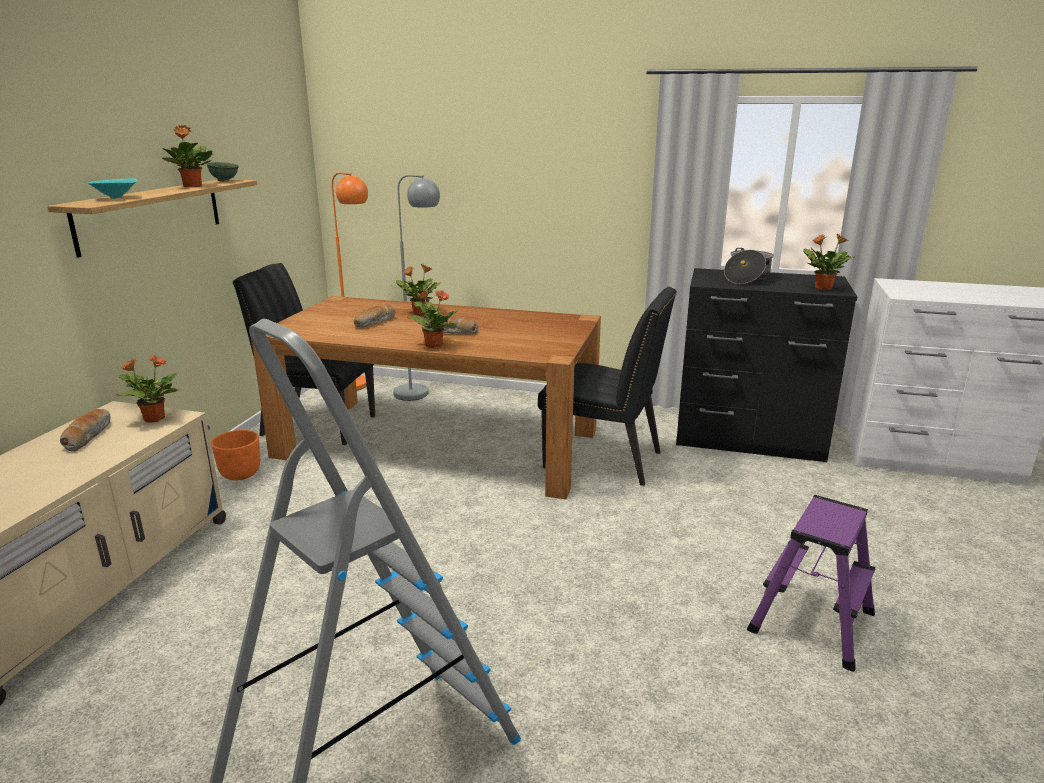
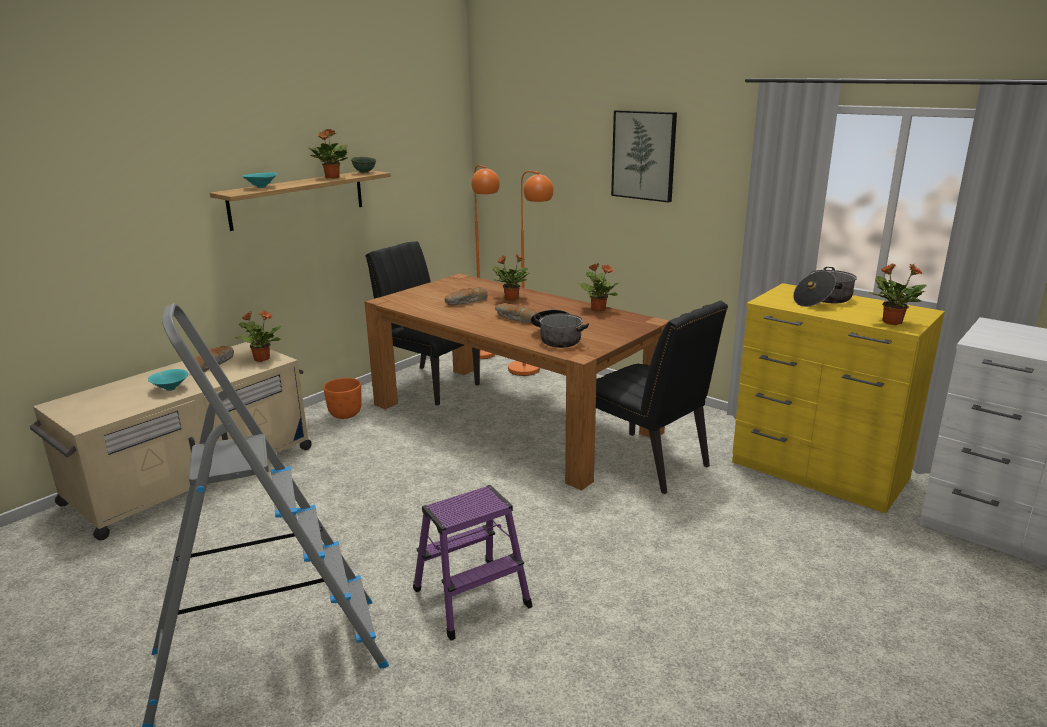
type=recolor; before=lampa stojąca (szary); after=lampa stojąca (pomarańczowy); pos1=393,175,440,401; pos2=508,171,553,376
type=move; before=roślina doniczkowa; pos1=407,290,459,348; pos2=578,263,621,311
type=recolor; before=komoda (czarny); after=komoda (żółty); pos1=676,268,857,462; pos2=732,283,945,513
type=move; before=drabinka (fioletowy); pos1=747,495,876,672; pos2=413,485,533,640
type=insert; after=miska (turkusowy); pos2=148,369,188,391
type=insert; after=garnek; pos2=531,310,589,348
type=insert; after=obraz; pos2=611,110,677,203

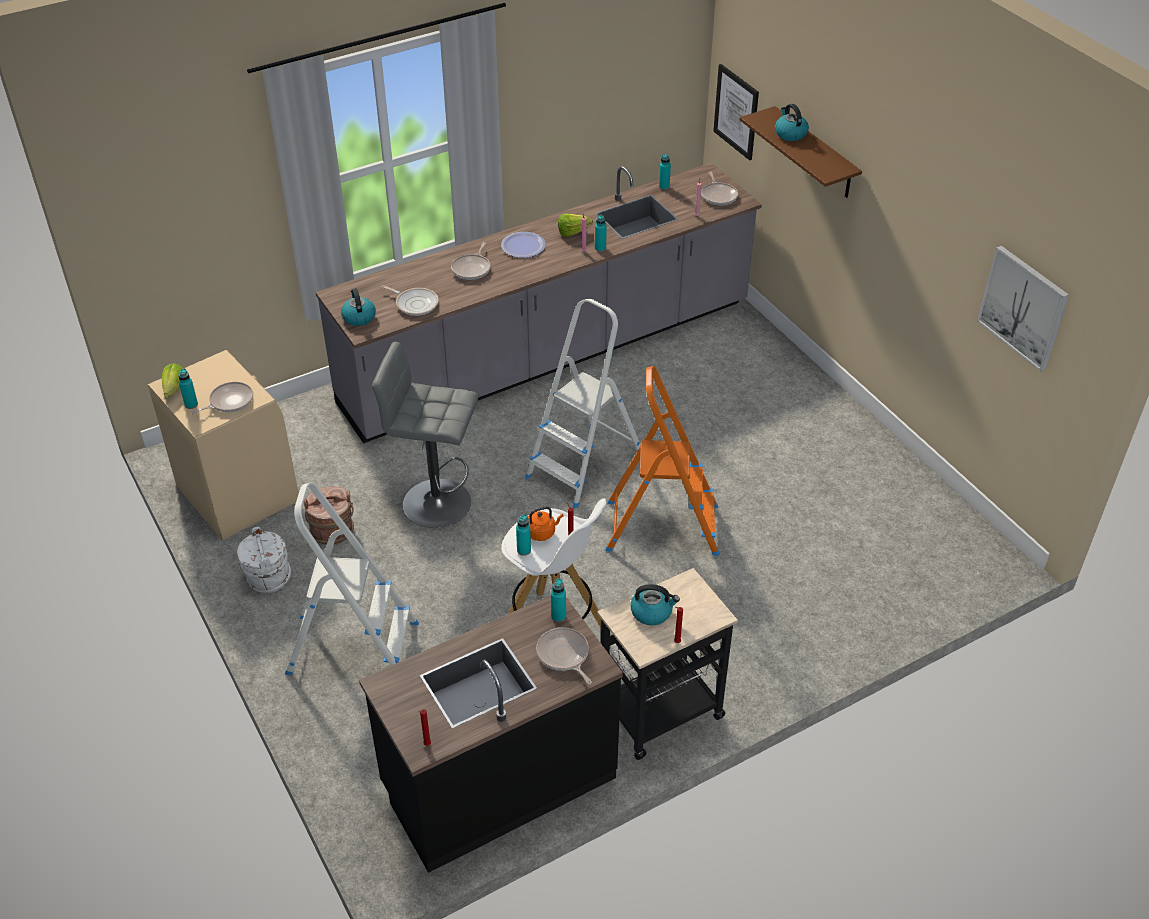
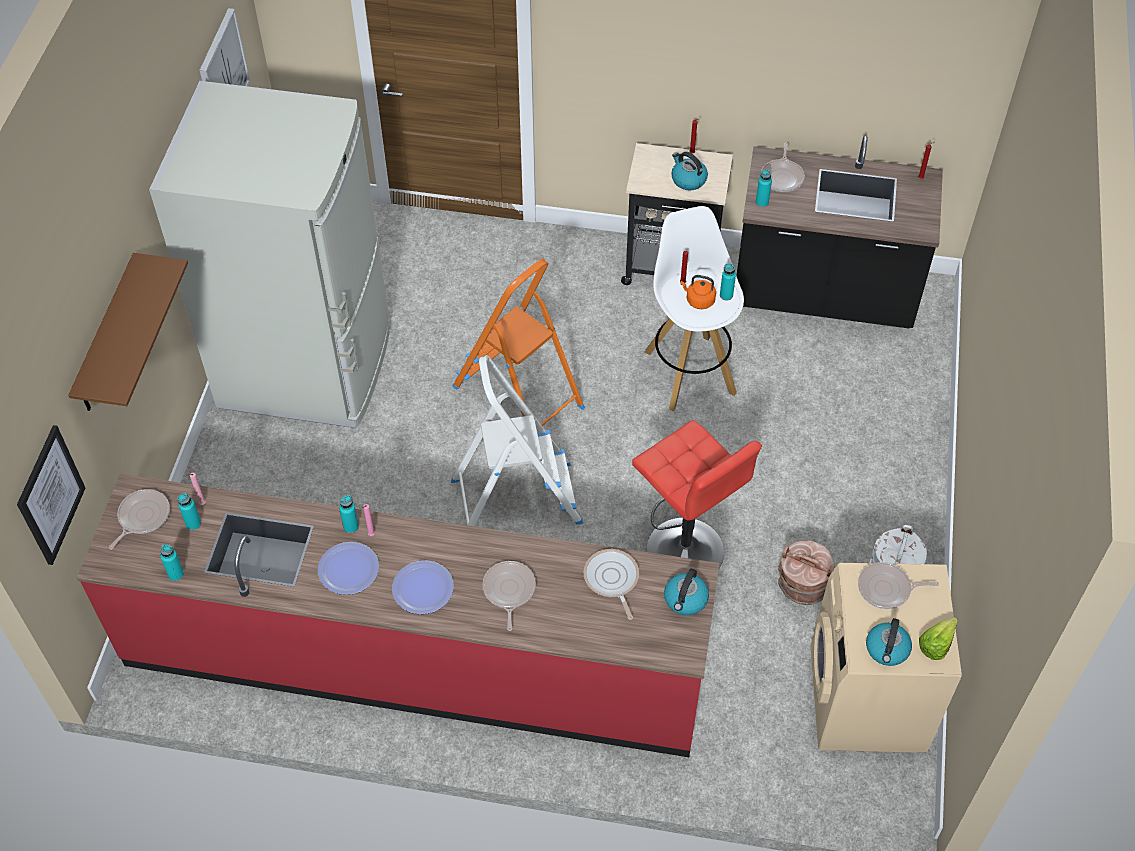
type=move; before=butelka (turkusowy); pos1=179,369,198,409; pos2=177,493,201,530
type=delete; before=drabinka (biały); pos1=285,483,419,675
type=recolor; before=zabudowa kuchenna (szary); after=zabudowa kuchenna (czerwony); pos1=315,163,762,443; pos2=77,474,719,757
type=recolor; before=stołek (szary); after=stołek (czerwony); pos1=372,342,478,528; pos2=632,420,762,568
type=rotate; before=patelnia; pos1=451,242,491,280; pos2=482,561,536,631; turn=-60
type=replace; before=sałata; after=talerz; pos1=558,214,593,237; pos2=318,542,379,595
type=move; before=czajnik; pos1=775,104,809,141; pos2=866,618,912,666
type=insert; after=lodówka (biały); pos2=149,81,390,428

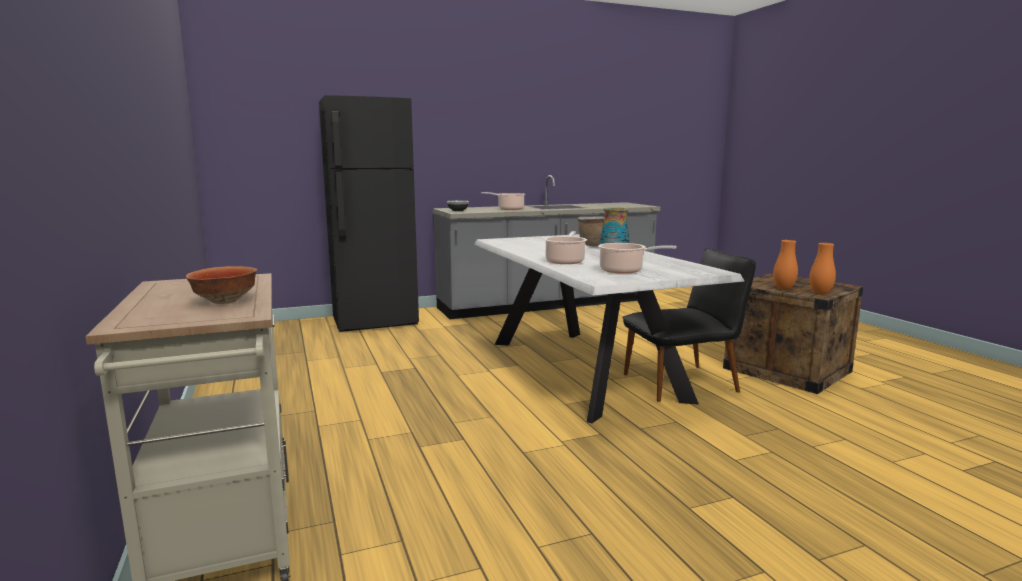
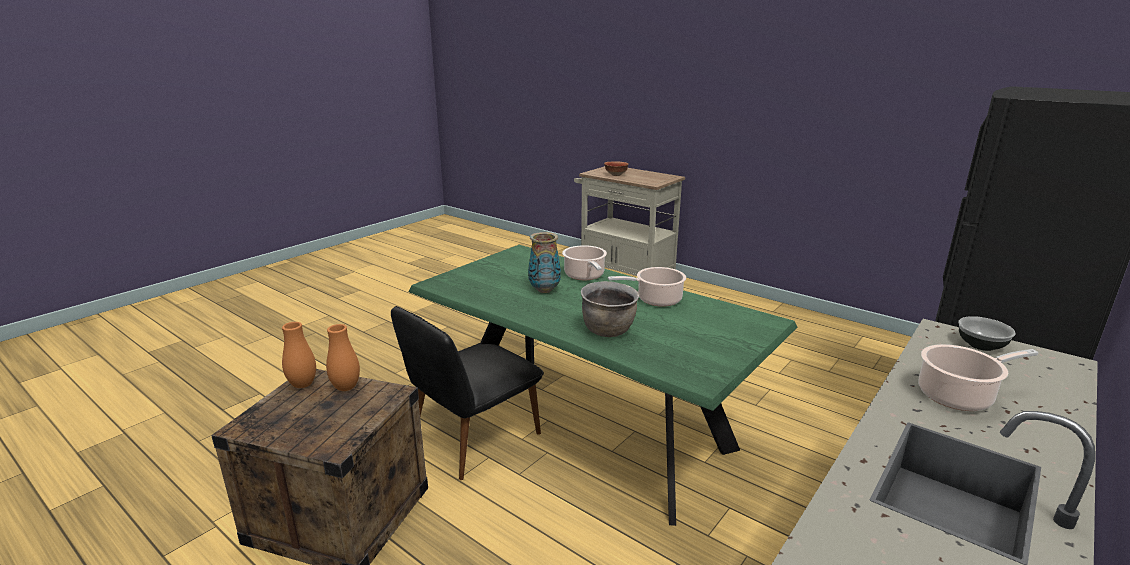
type=recolor; before=stół jadalny (biały); after=stół jadalny (zielony); pos1=474,234,744,423; pos2=409,245,797,526
type=move; before=garnek; pos1=598,243,676,274; pos2=608,267,686,307

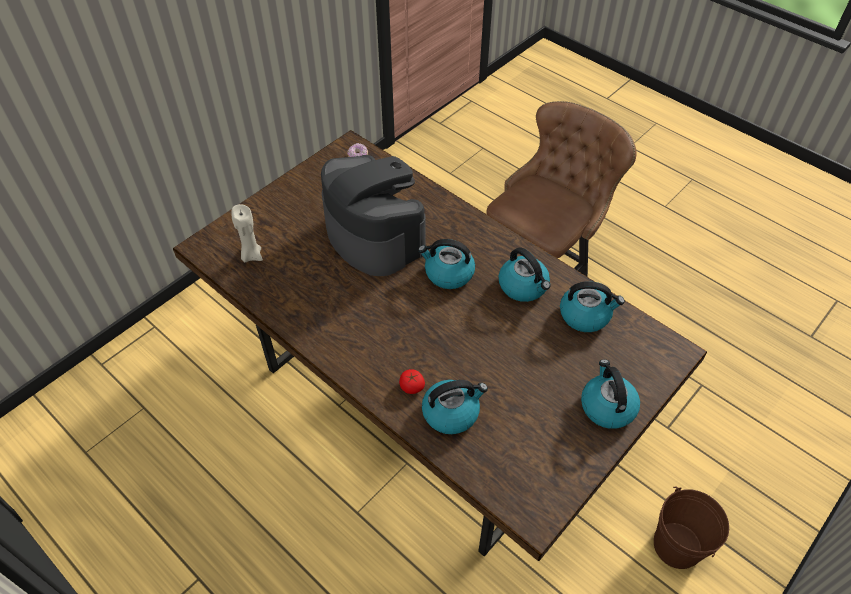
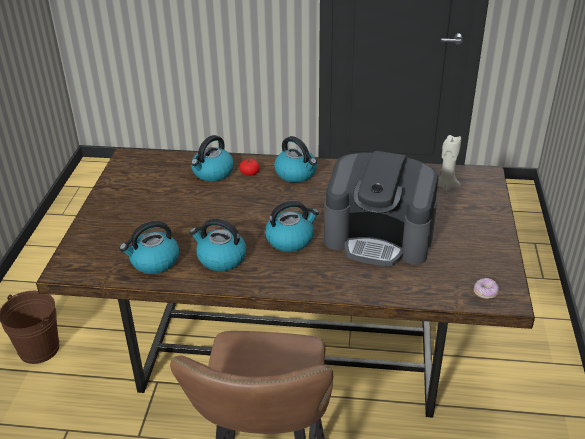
type=move; before=czajnik; pos1=581,359,640,429; pos2=274,136,317,183

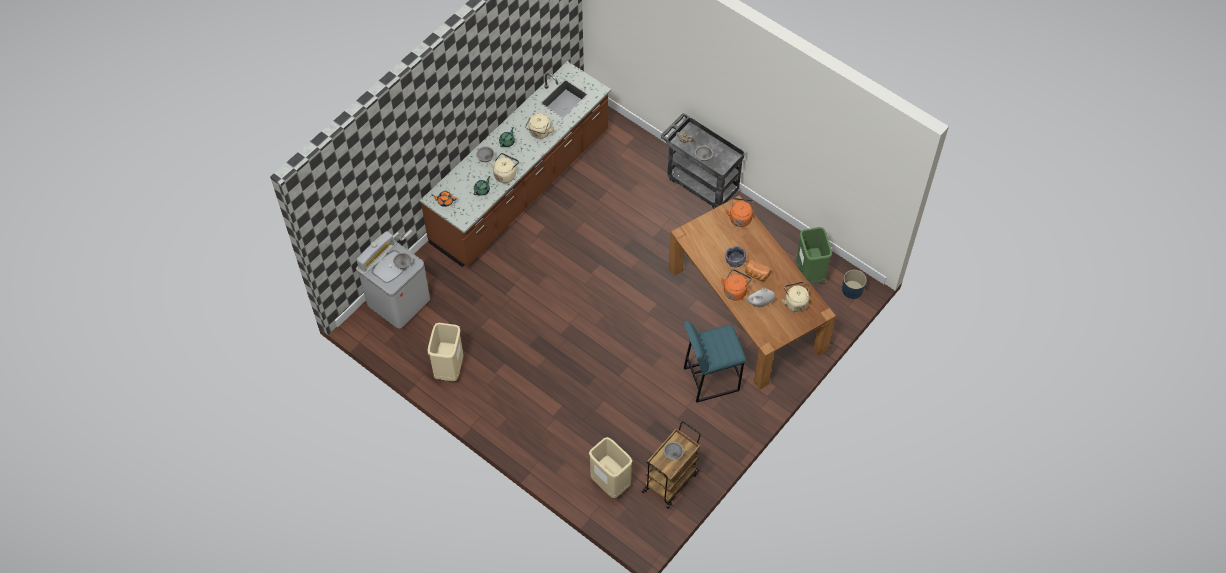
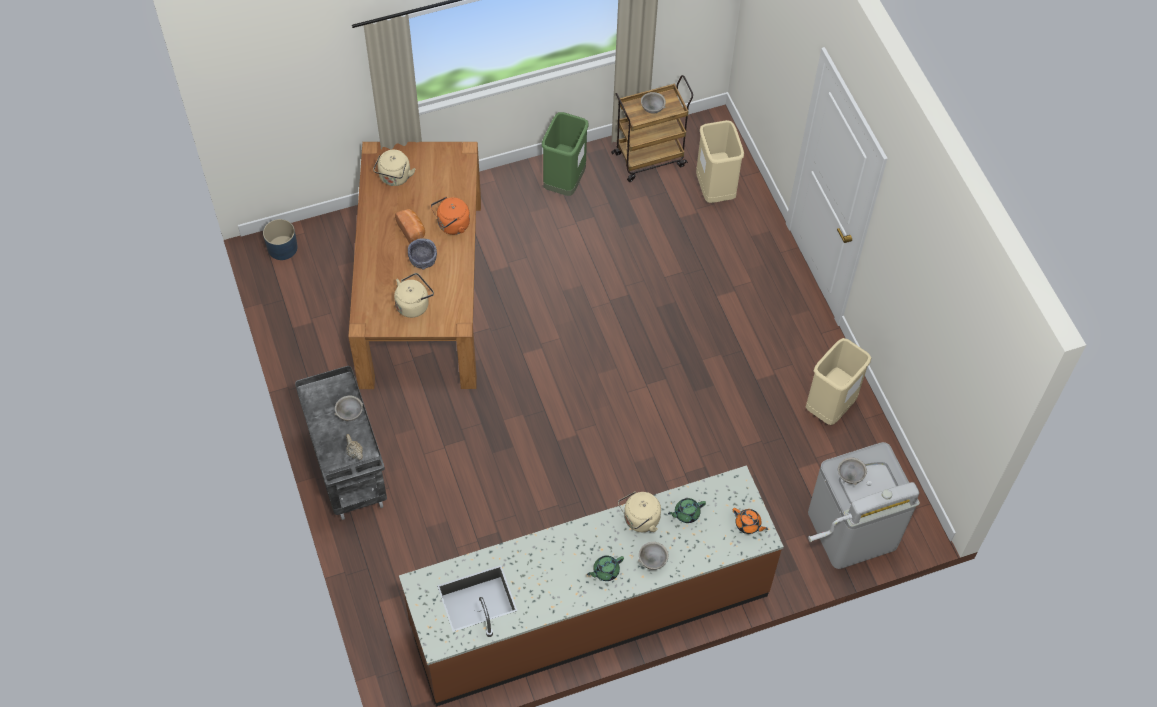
type=move; before=czajnik (beżowy); pos1=525,114,554,139; pos2=394,273,434,318
type=delete; before=stołek (turkusowy); pos1=683,321,746,403
type=delete; before=czajnik (pomarańczowy); pos1=725,198,754,227
type=delete; before=wazon (biały); pos1=747,288,775,307
type=move; before=kosz na śmieci (zielony); pos1=796,227,832,285; pos2=542,112,589,196

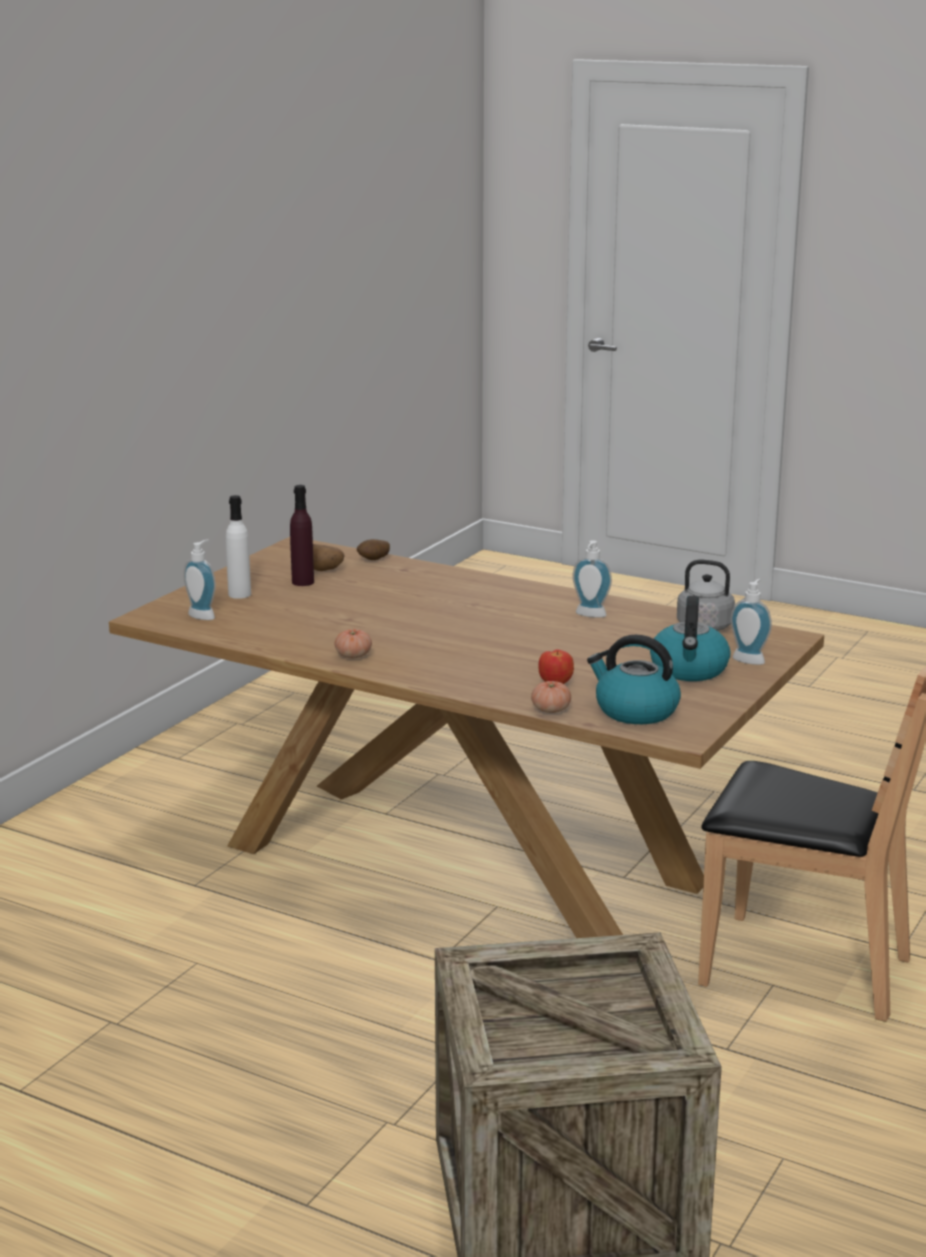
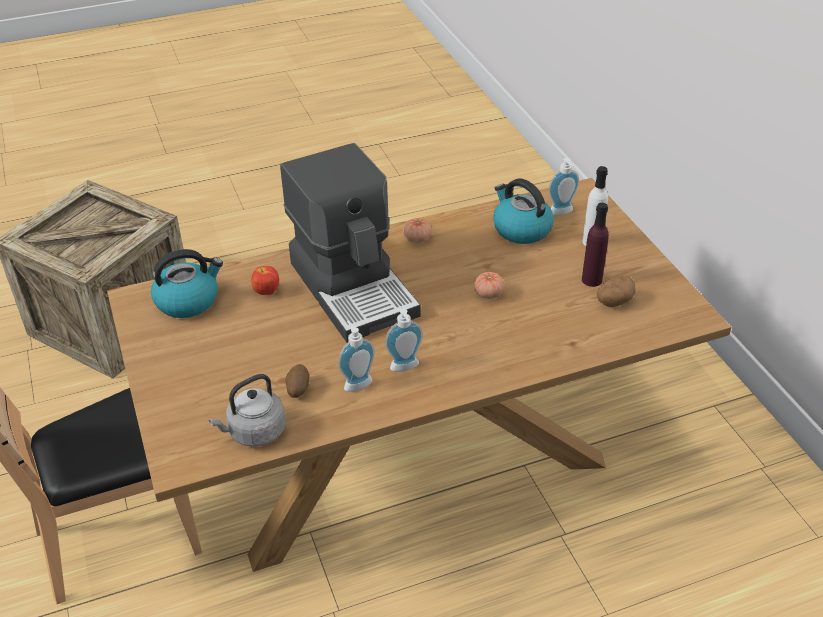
type=move; before=ziemniak; pos1=357,539,390,560; pos2=285,364,309,398
type=move; before=pomidor; pos1=531,681,571,713; pos2=474,272,505,299
type=move; before=czajnik; pos1=650,596,731,681; pos2=493,178,554,244
type=move; before=dozownik mydła; pos1=730,579,772,665; pos2=385,309,423,372
type=insert; after=ekspres do kawy; pos2=280,143,421,343

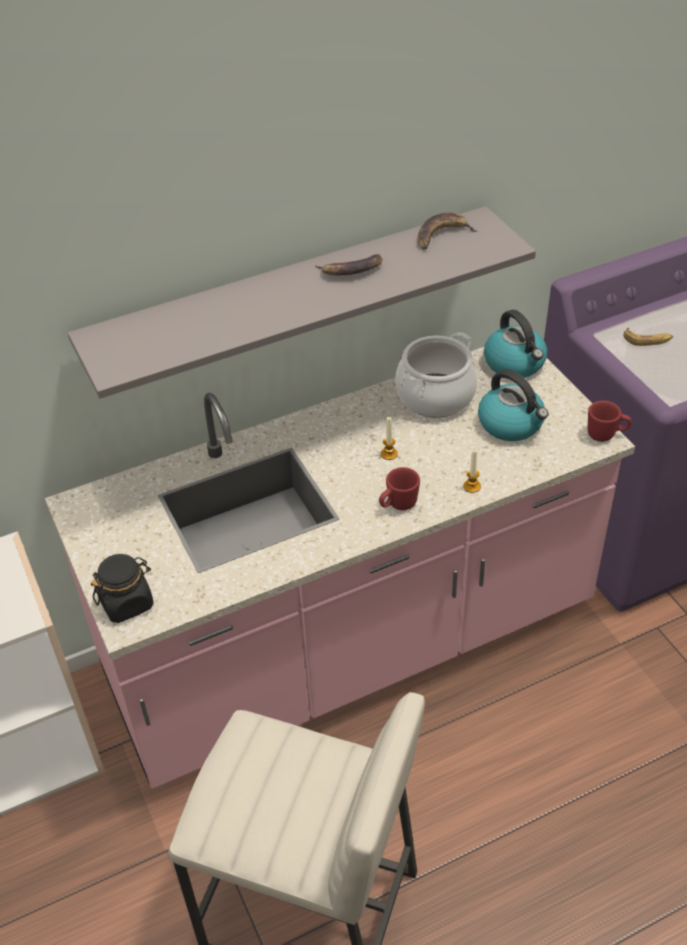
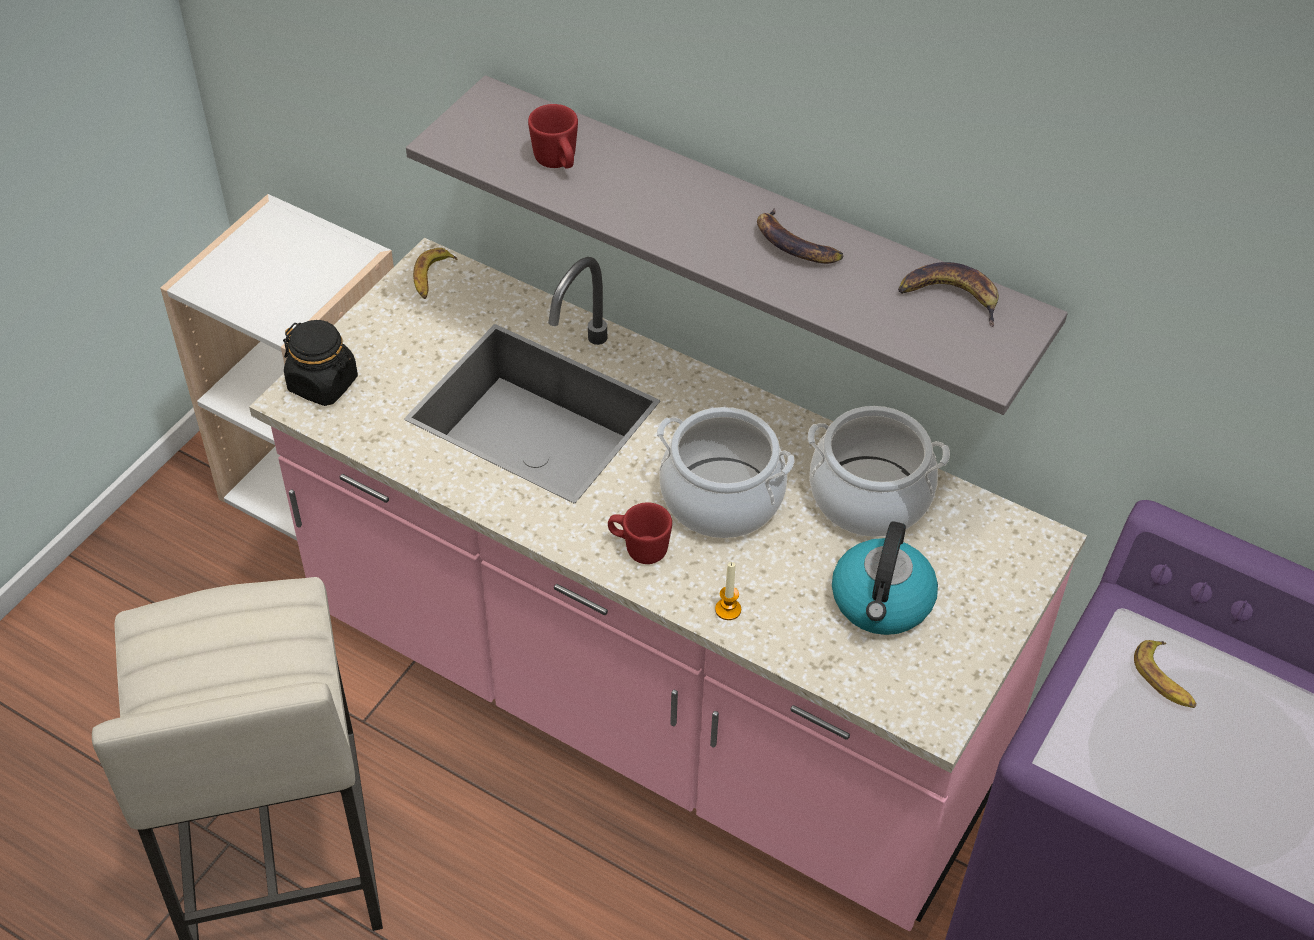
type=replace; before=świeca; after=garnek; pos1=381,417,398,460; pos2=657,407,795,538
type=delete; before=czajnik; pos1=484,310,547,378
type=move; before=kubek (czerwony); pos1=588,401,631,442; pos2=528,104,578,169
type=insert; after=banan; pos2=413,248,457,299

